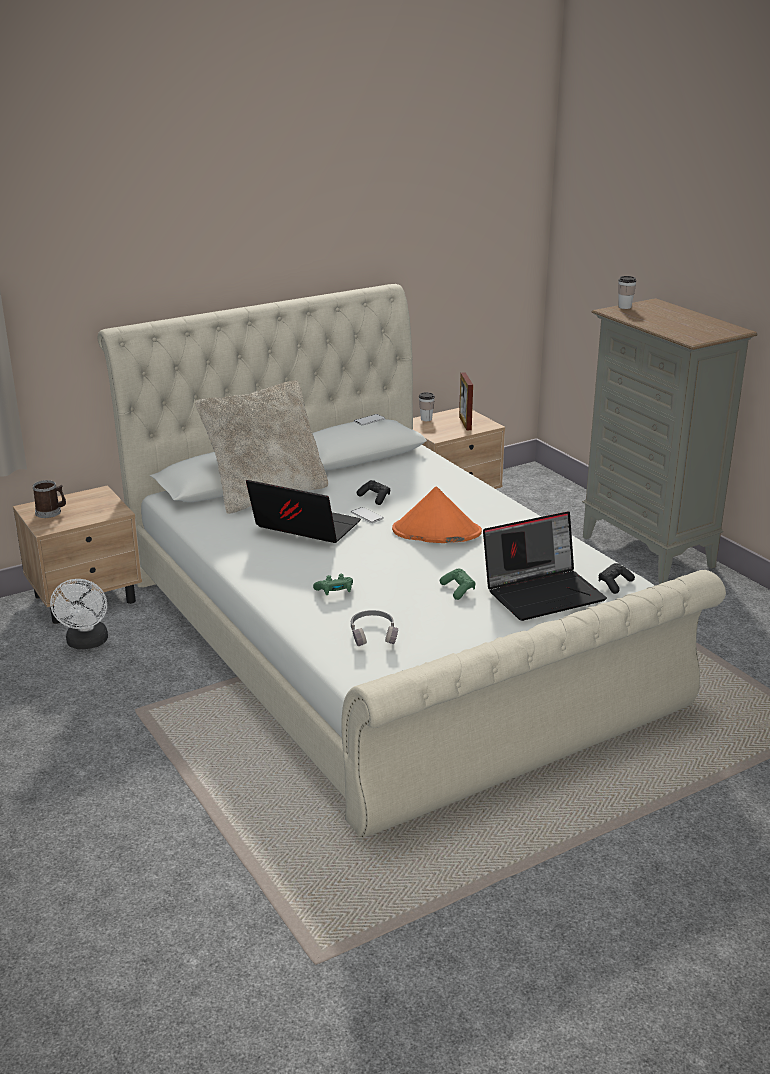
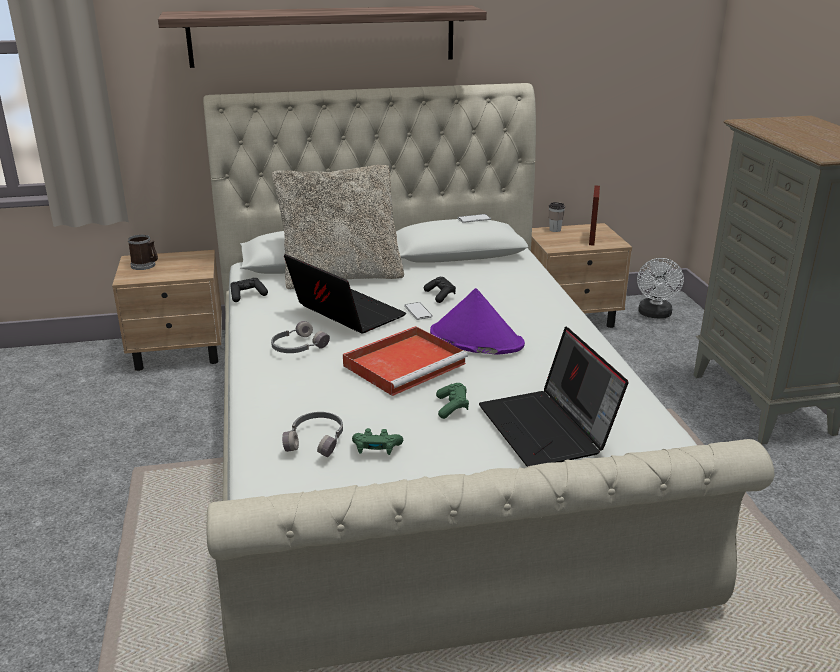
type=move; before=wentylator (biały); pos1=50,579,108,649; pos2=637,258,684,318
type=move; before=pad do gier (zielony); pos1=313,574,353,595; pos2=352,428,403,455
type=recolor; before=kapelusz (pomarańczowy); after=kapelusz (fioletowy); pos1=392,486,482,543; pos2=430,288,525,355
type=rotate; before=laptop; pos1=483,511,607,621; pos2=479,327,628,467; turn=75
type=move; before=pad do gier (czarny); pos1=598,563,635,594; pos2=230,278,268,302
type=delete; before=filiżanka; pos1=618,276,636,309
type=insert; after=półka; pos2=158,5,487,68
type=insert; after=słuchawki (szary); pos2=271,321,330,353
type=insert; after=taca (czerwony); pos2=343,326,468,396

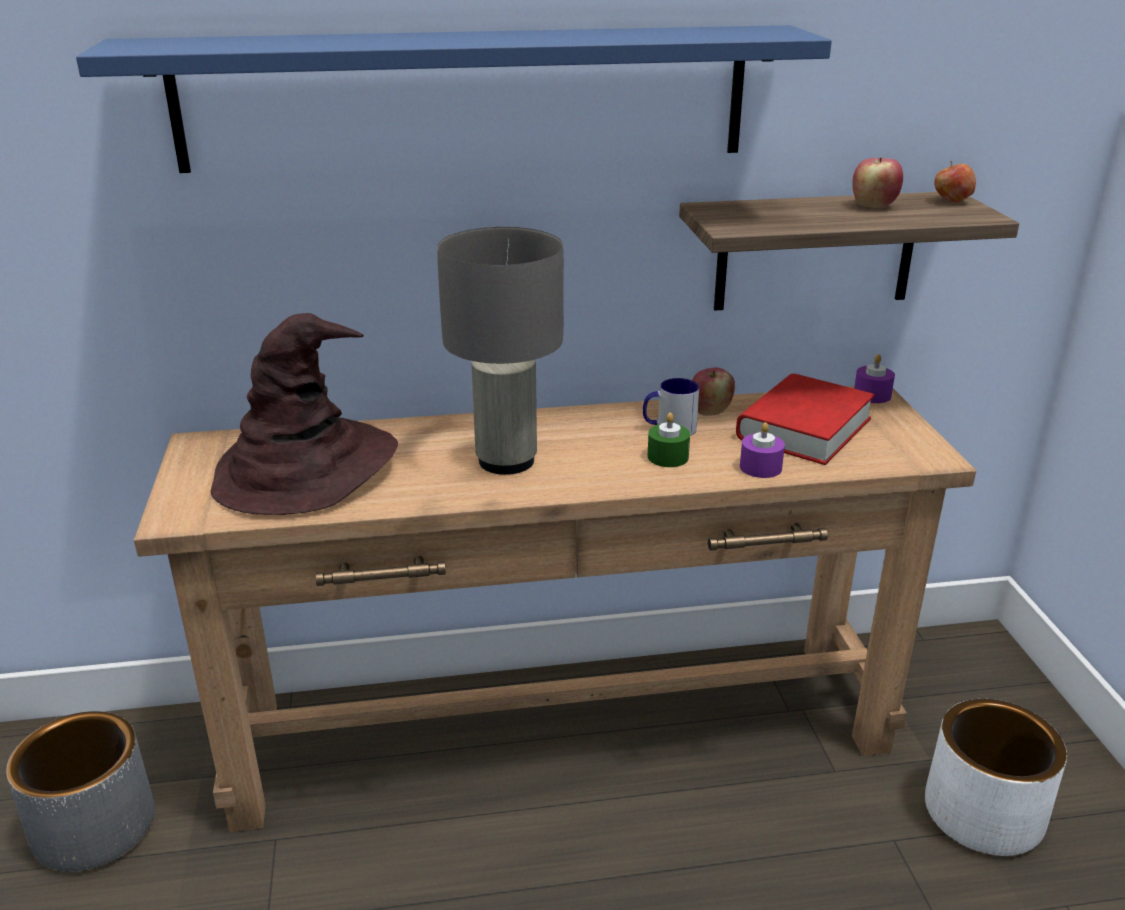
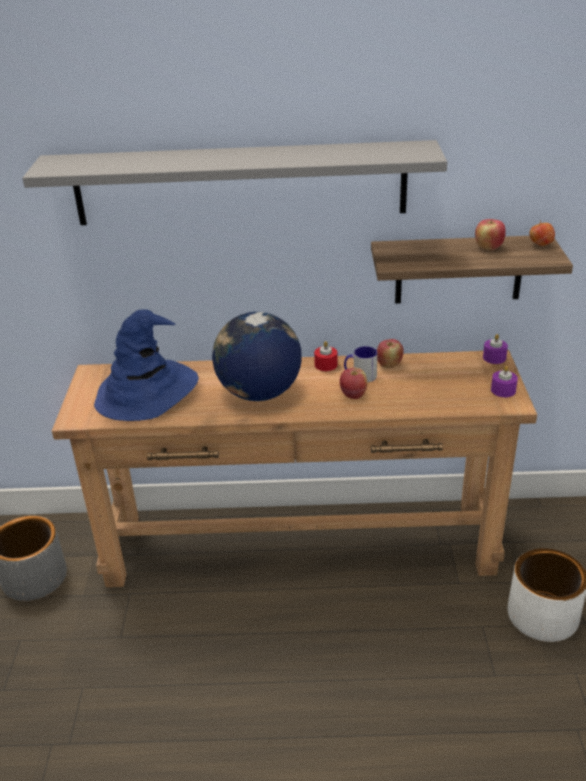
type=recolor; before=półka (niebieski); after=półka (szary); pos1=76,25,832,173; pos2=23,140,447,225
type=recolor; before=kapelusz (brązowy); after=kapelusz (niebieski); pos1=211,313,398,515; pos2=94,309,199,421
type=replace; before=lampa stołowa (szary); after=globus; pos1=437,227,564,475; pos2=212,312,302,401
type=replace; before=świeca (zielony); after=jabłko; pos1=647,413,690,467; pos2=340,367,367,399
type=delete; before=książka (czerwony); pos1=736,374,875,465
type=move; before=świeca (fioletowy); pos1=740,422,785,478; pos2=491,366,518,397
type=insert; after=świeca (czerwony); pos2=314,341,337,371

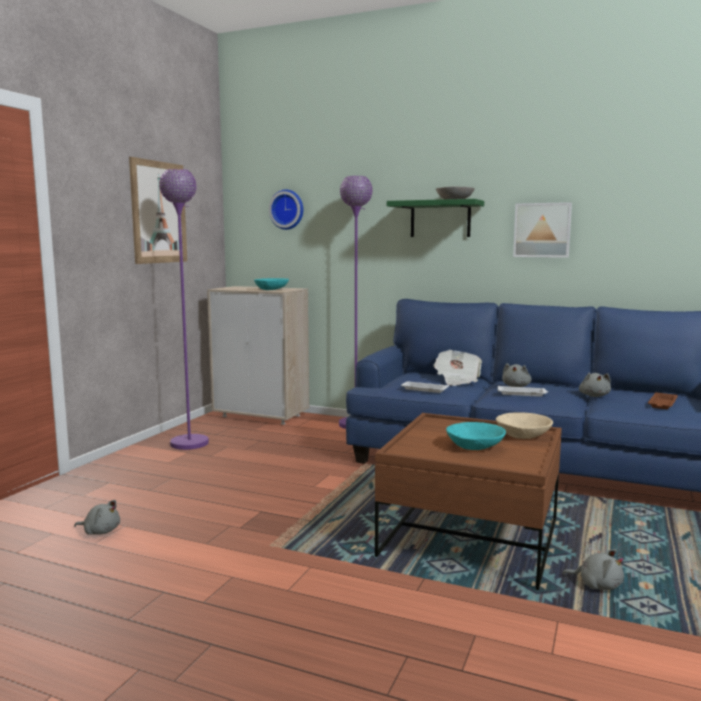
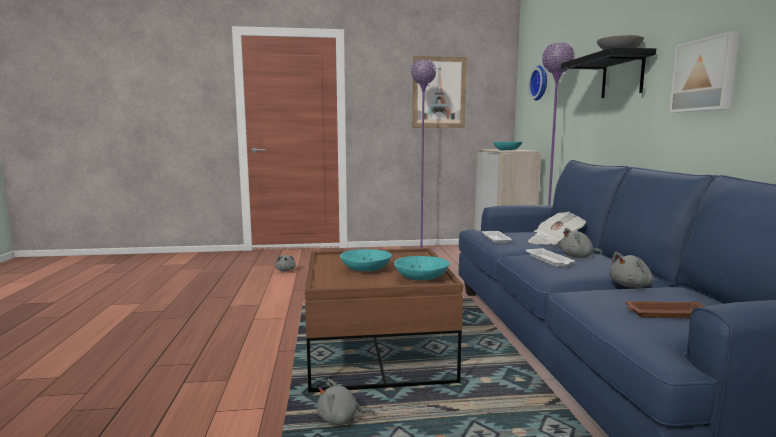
type=recolor; before=półka (zielony); after=półka (czarny); pos1=387,199,484,237; pos2=561,47,656,98
type=recolor; before=miska (beżowy); after=miska (turkusowy); pos1=496,412,553,439; pos2=394,256,450,280
type=rotate; before=pluszak (szary); pos1=562,549,624,590; pos2=317,379,375,425; turn=90

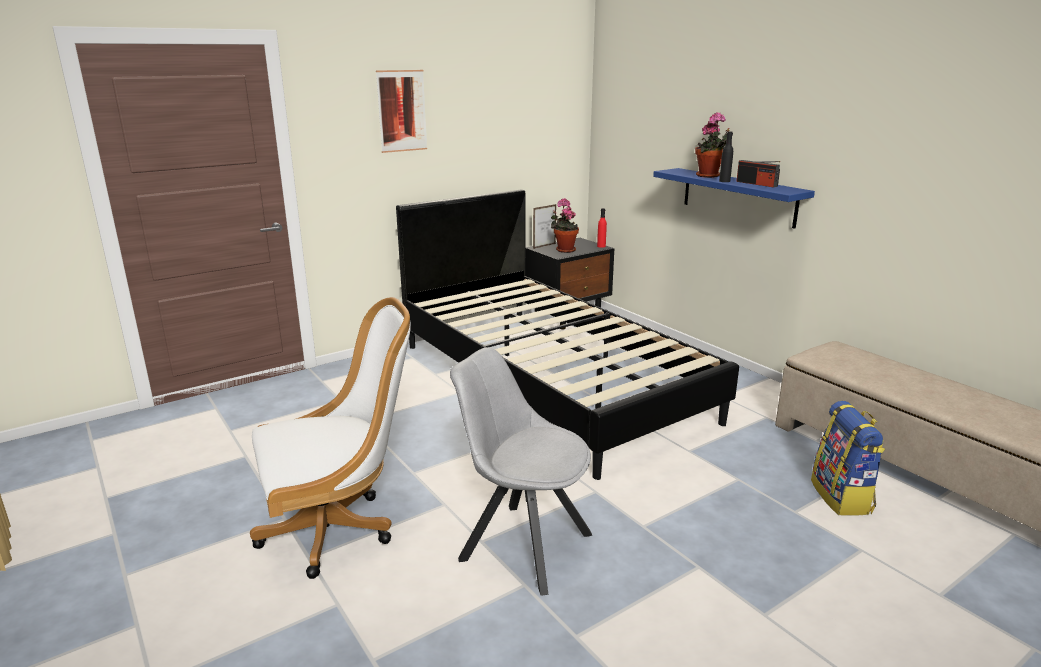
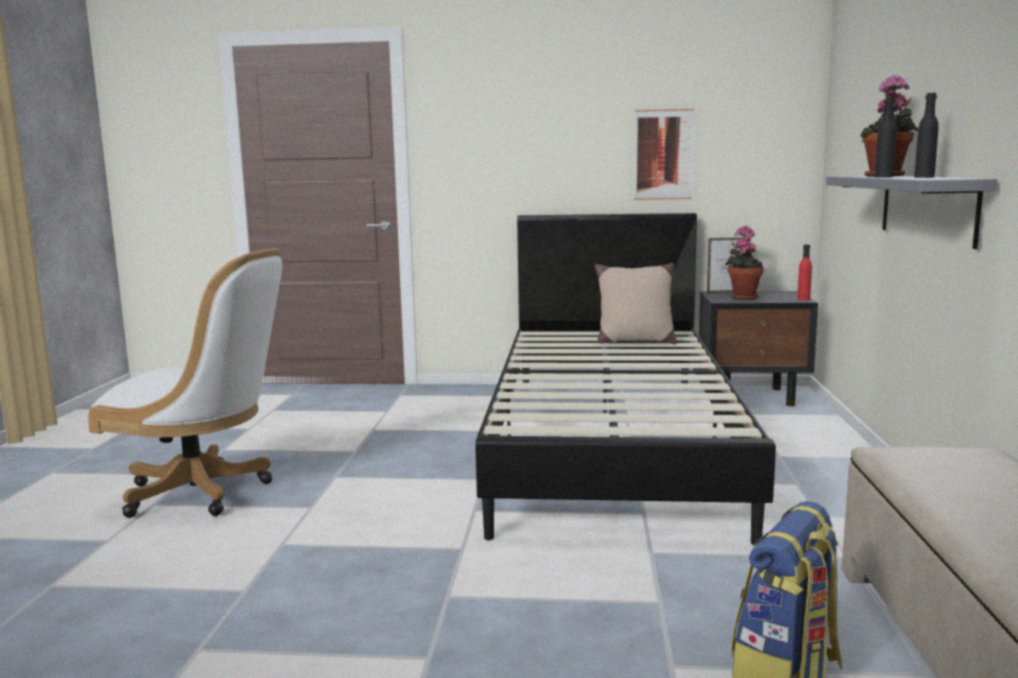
type=move; before=obraz; pos1=376,70,427,153; pos2=634,109,694,200
type=delete; before=krzesło (szary); pos1=450,348,592,596
type=recolor; before=półka (niebieski); after=półka (szary); pos1=653,168,815,229; pos2=826,176,997,249
type=replace; before=radio; after=butelka (czarny); pos1=736,160,780,187; pos2=914,93,939,178
type=insert; after=poduszka (beżowy); pos2=594,263,677,344

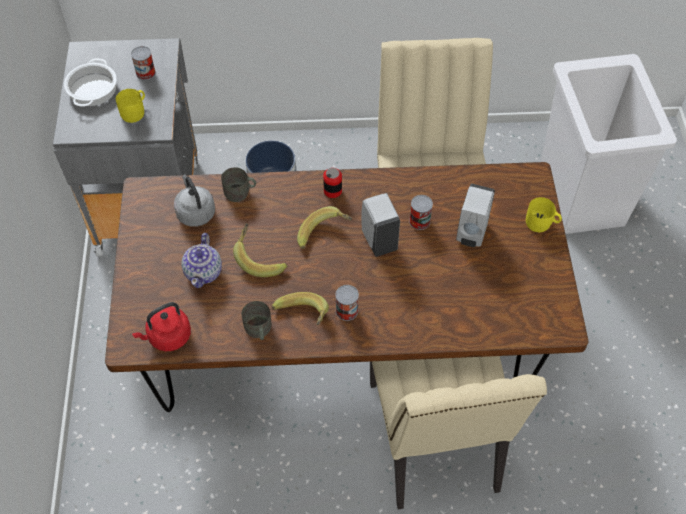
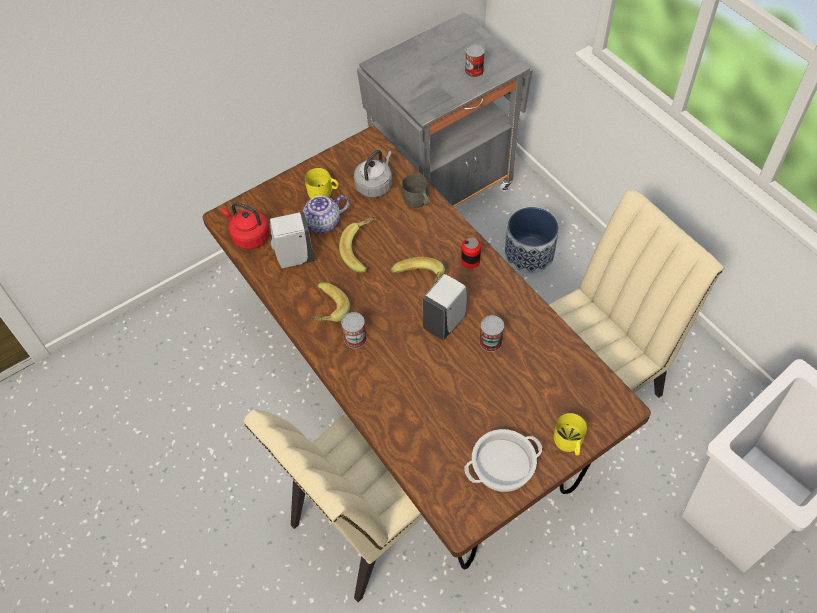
type=move; before=garnek; pos1=64,58,116,106; pos2=464,429,542,492
type=move; before=kubek (żółty); pos1=116,89,145,123; pos2=305,168,339,199
type=delete; before=kubek (szary); pos1=242,301,271,340
type=move; before=dozownik mydła (biały); pos1=456,184,495,247; pos2=270,212,315,269

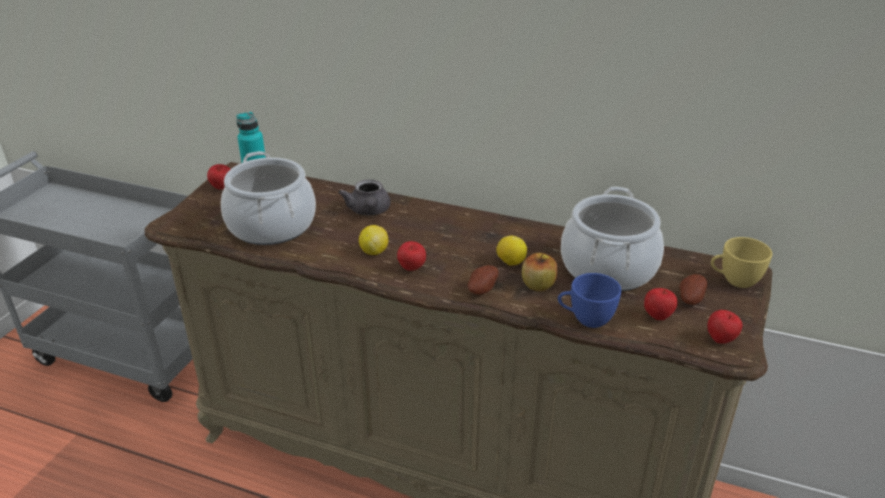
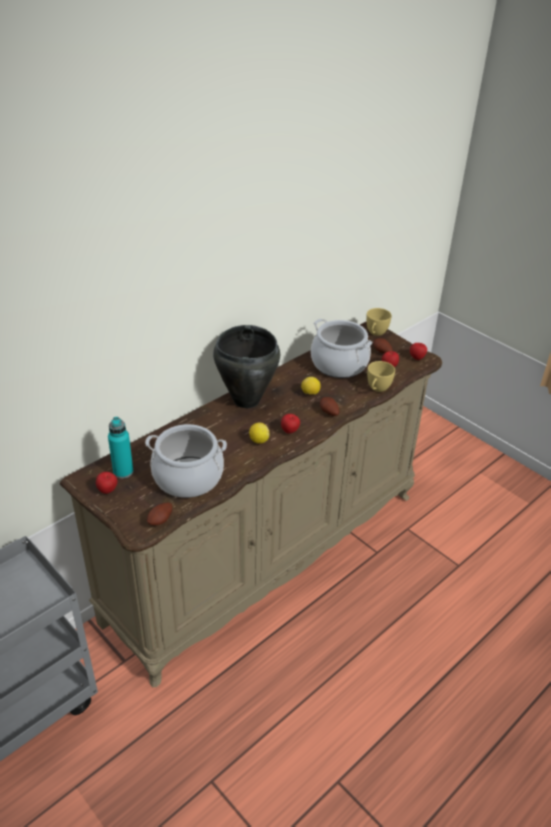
type=delete; before=imbryk (szary); pos1=338,179,391,215
type=delete; before=jabłko; pos1=522,253,557,291
type=recolor; before=filiżanka (niebieski); after=filiżanka (żółty); pos1=558,273,621,328; pos2=367,361,395,392
type=insert; after=ziemniak; pos2=147,502,172,526
type=insert; after=garnek (czarny); pos2=213,325,280,408

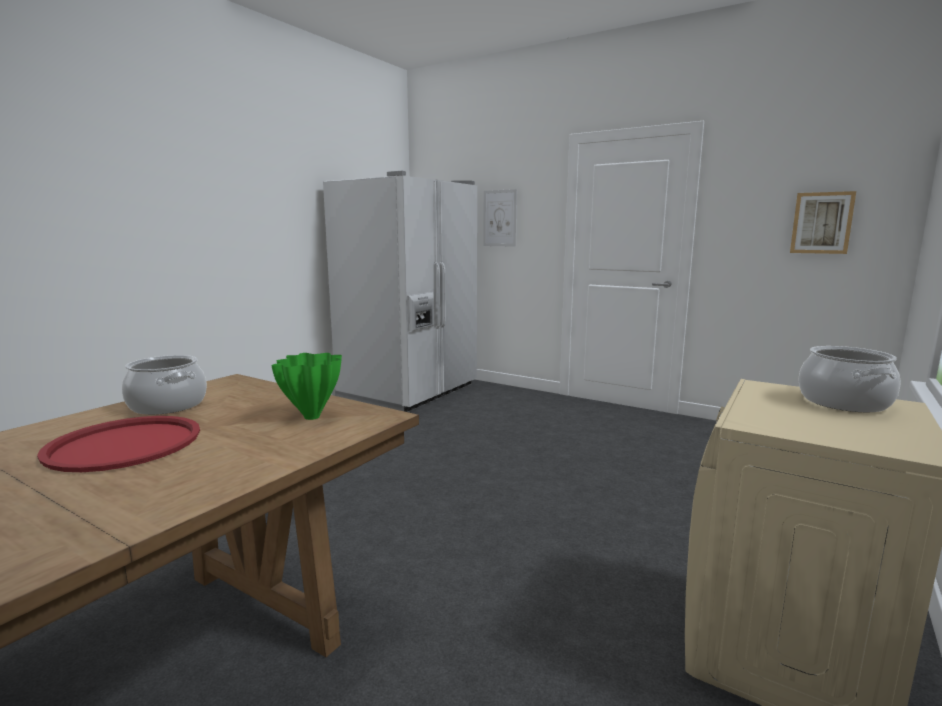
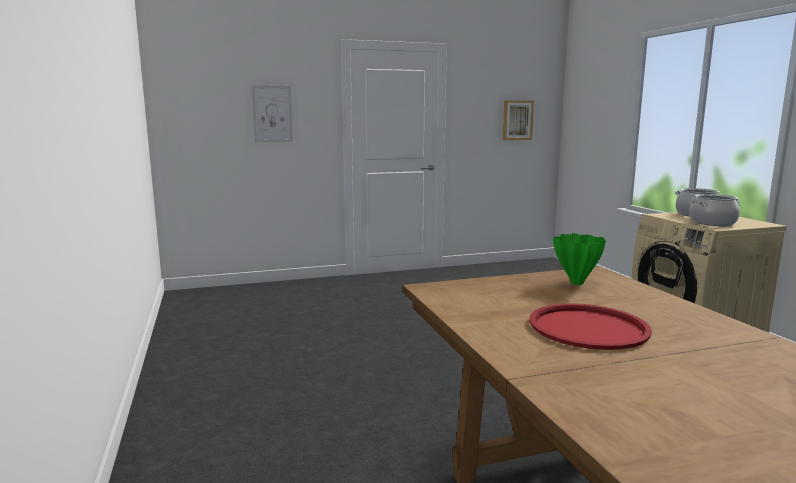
type=move; before=garnek; pos1=122,355,207,415; pos2=689,194,740,226
type=delete; before=lodówka (biały); pos1=323,171,477,412

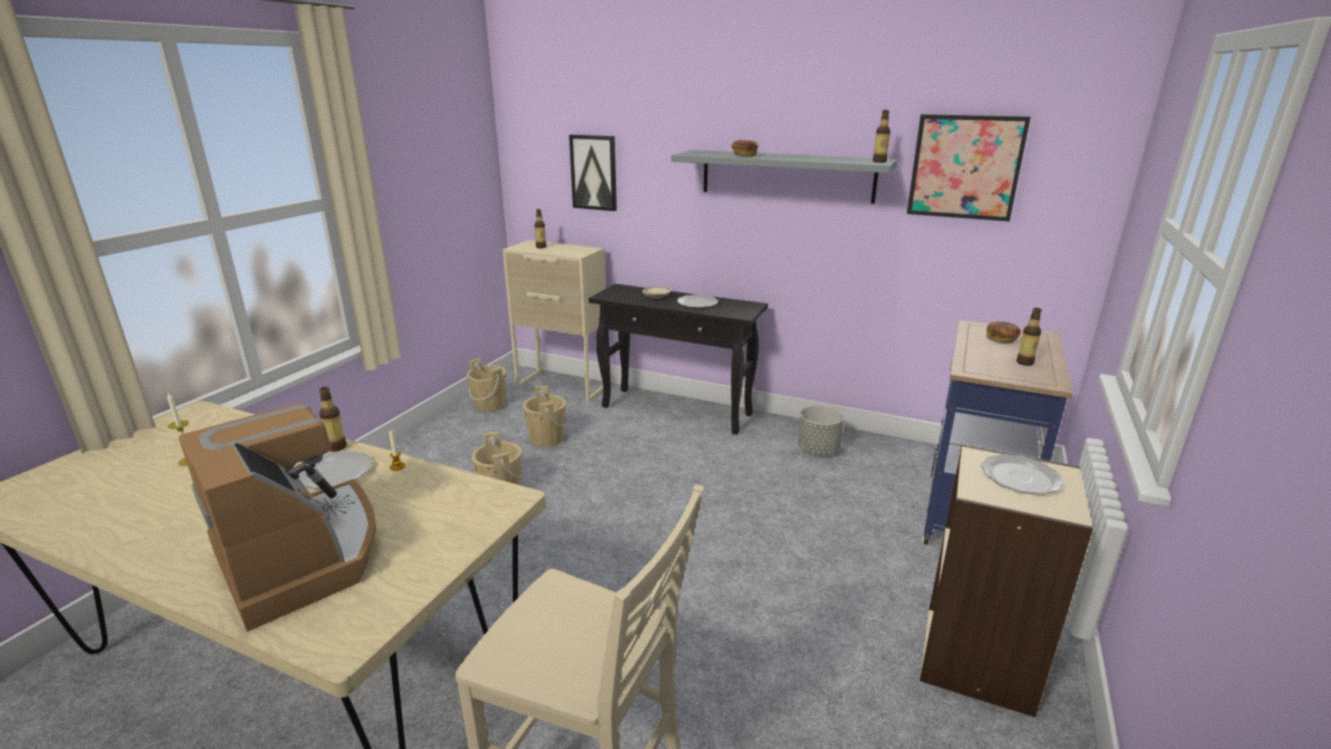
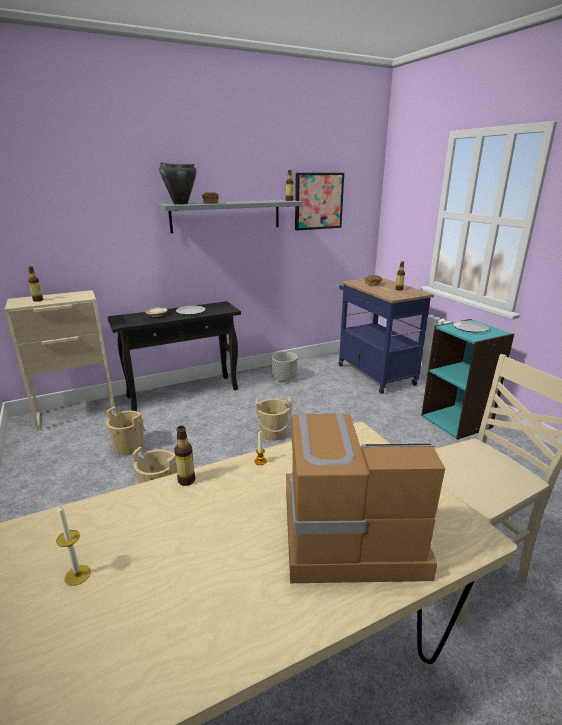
type=delete; before=talerz; pos1=298,451,373,489
type=move; before=wiadro (beżowy); pos1=466,358,506,412; pos2=254,396,292,441
type=delete; before=obraz; pos1=569,135,617,211
type=recolor; before=regał (beżowy); after=regał (turkusowy); pos1=920,444,1093,717; pos2=421,319,514,440
type=insert; after=garnek (czarny); pos2=159,162,197,204

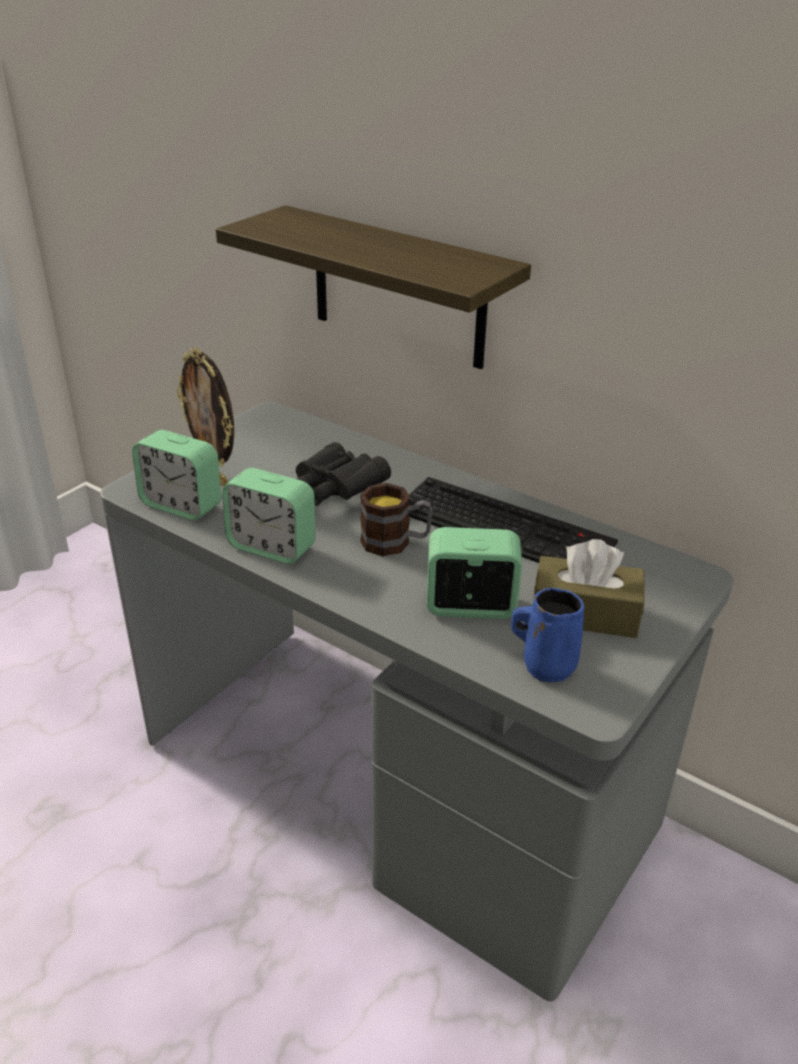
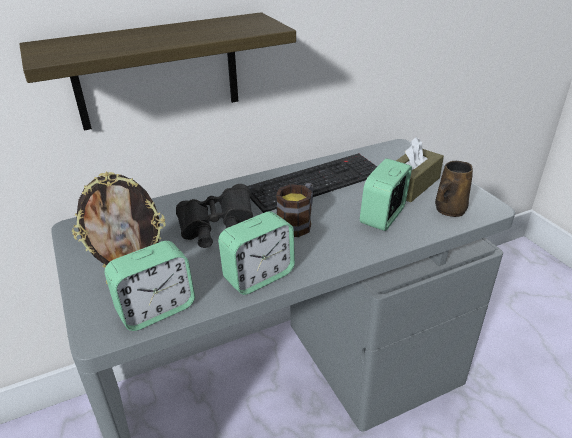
type=recolor; before=kubek (niebieski); after=kubek (brązowy); pos1=511,588,584,682; pos2=435,161,473,217

